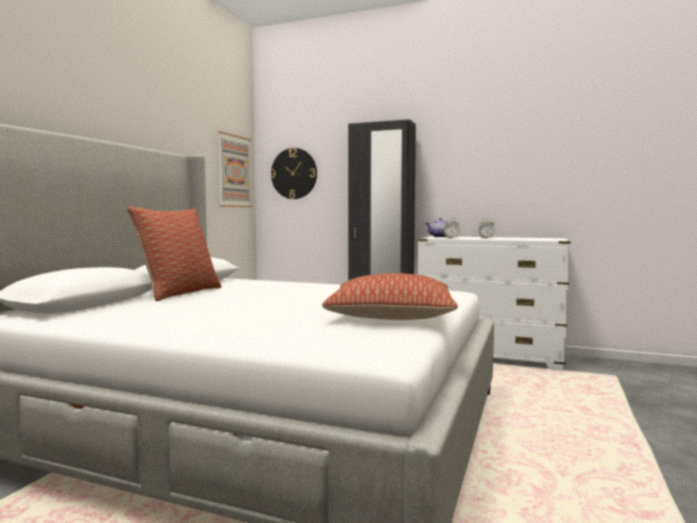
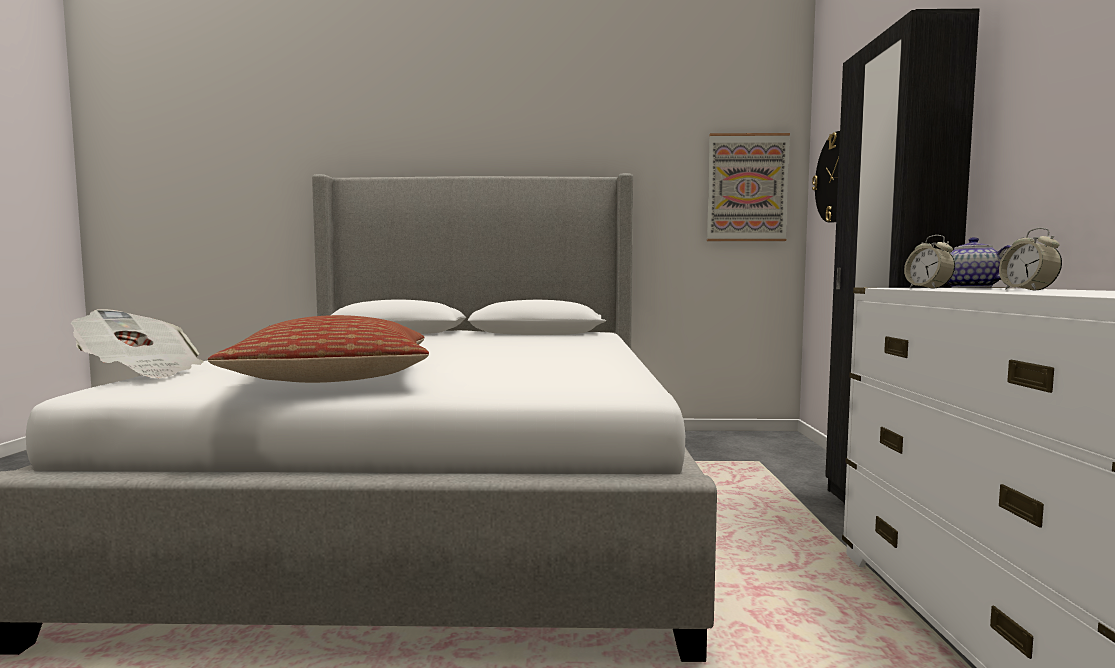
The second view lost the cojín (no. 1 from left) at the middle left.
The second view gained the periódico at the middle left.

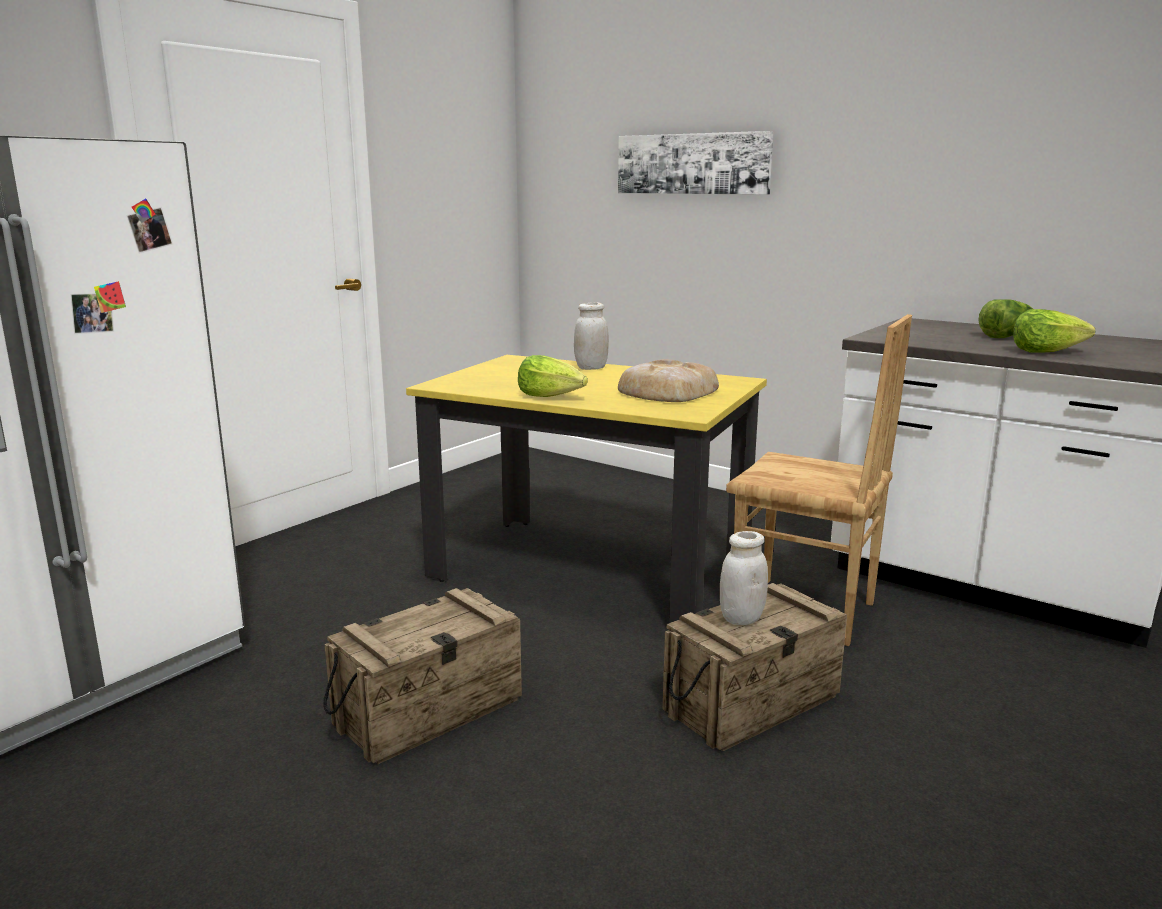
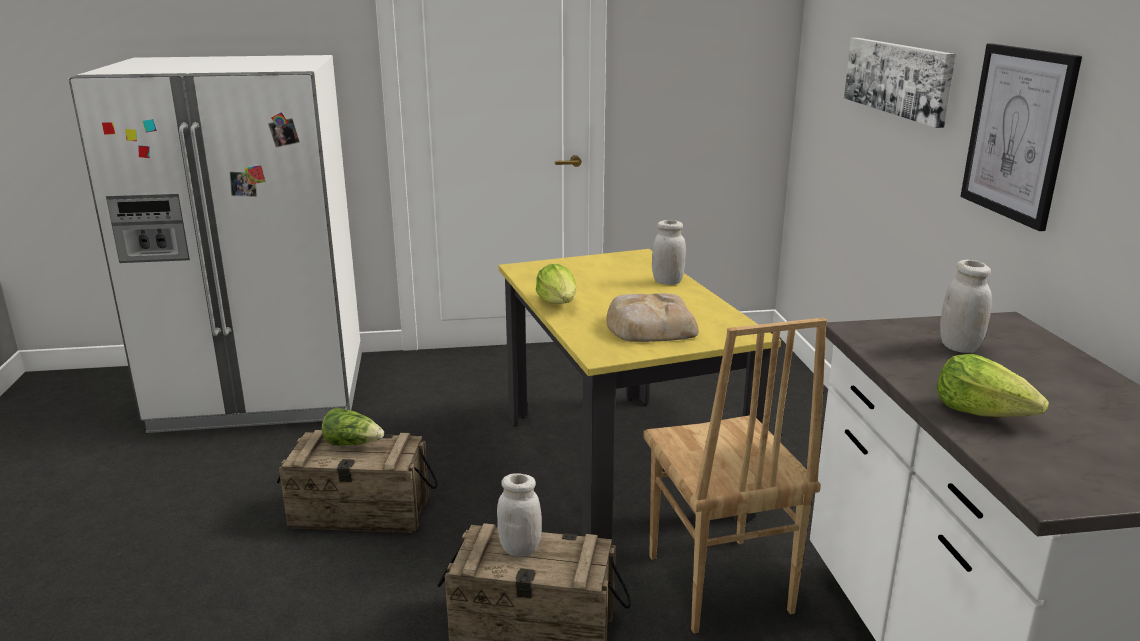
The lechuga (no. 2 from left in the first image) ended up elsewhere, having gone from the middle right to the middle left.
The second view gained the tarro [blanco] (no. 3 from left) at the middle right.
The second view gained the cuadro (no. 2 from left) at the top right.

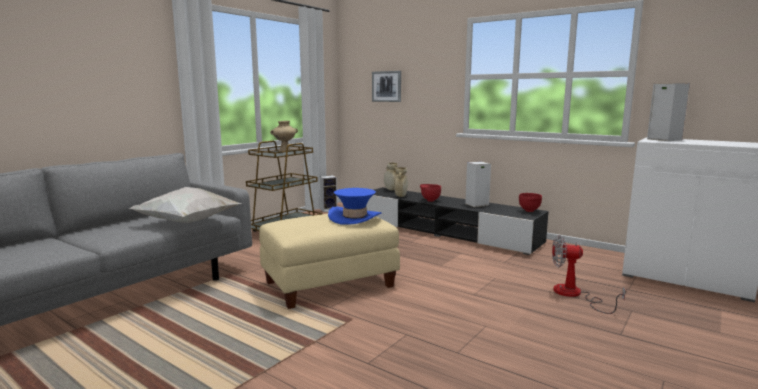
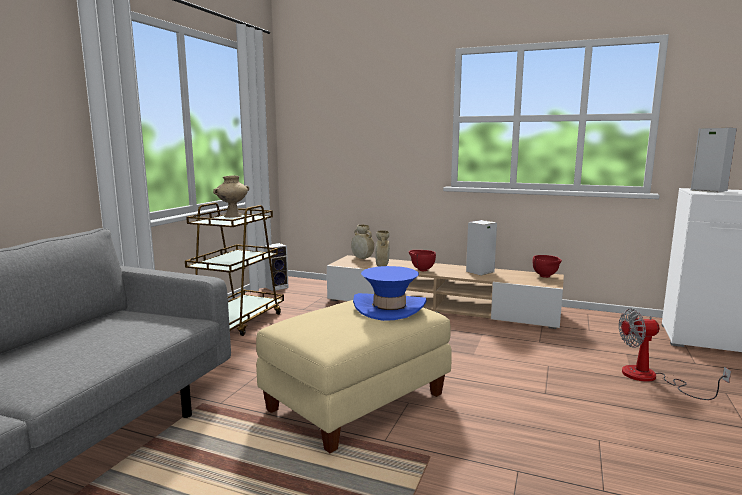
The second view lost the cojín [blanco] at the middle left.
What was the mueble de televisión [negro] at the centre turned into the mueble de televisión [beis] at the centre.
The second view lost the cuadro at the top centre.

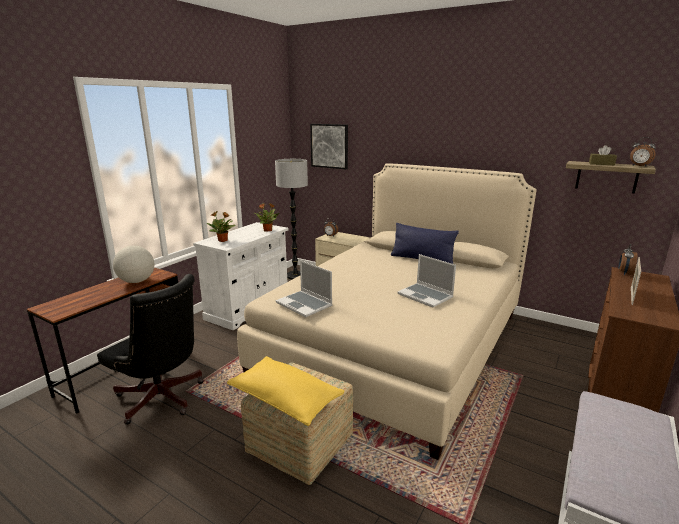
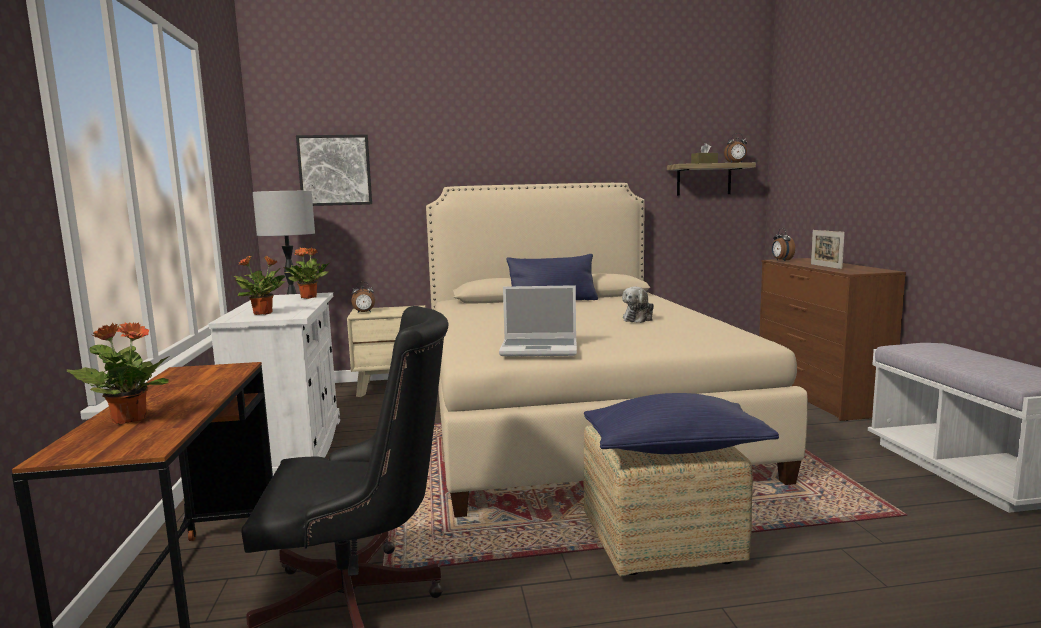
The second view lost the globo terráqueo at the middle left.
What was the cojín [amarillo] at the bottom centre turned into the cojín [azul] (no. 2 from left) at the bottom centre.
Where the portátil (no. 2 from left) stood at the centre, the peluche came to stand at the centre.
The second view gained the planta en maceta (no. 1 from left) at the middle left.

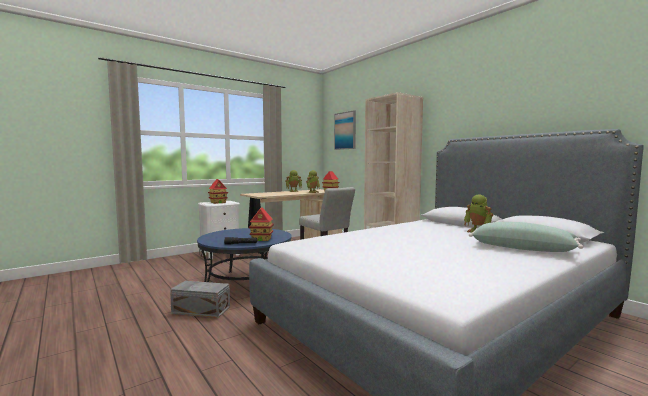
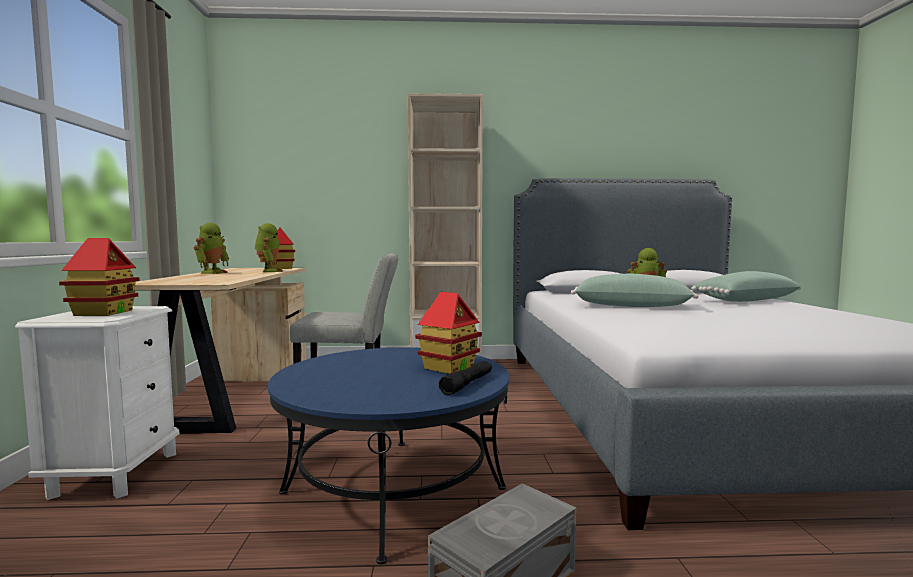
The second view lost the cuadro at the top centre.
The second view gained the cojín [verde] (no. 1 from left) at the middle right.

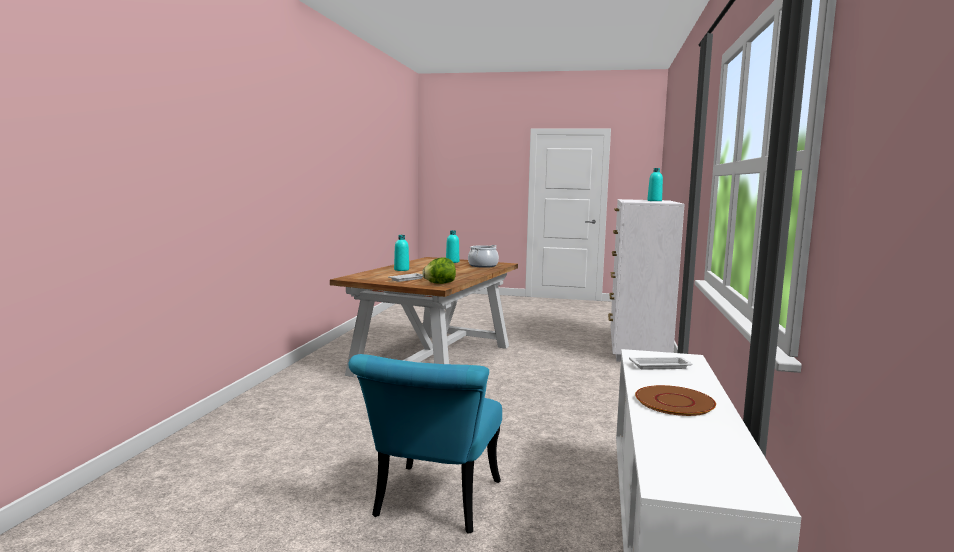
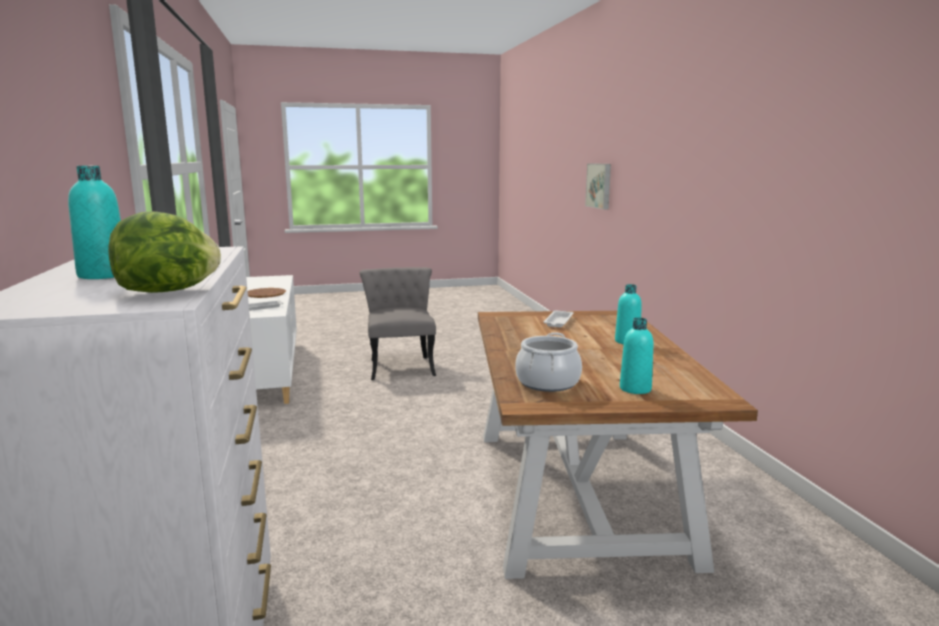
What was the silla [turquesa] at the bottom centre turned into the silla [gris] at the centre.
The lechuga ended up elsewhere, having gone from the centre to the middle left.
The second view gained the cuadro at the top centre.

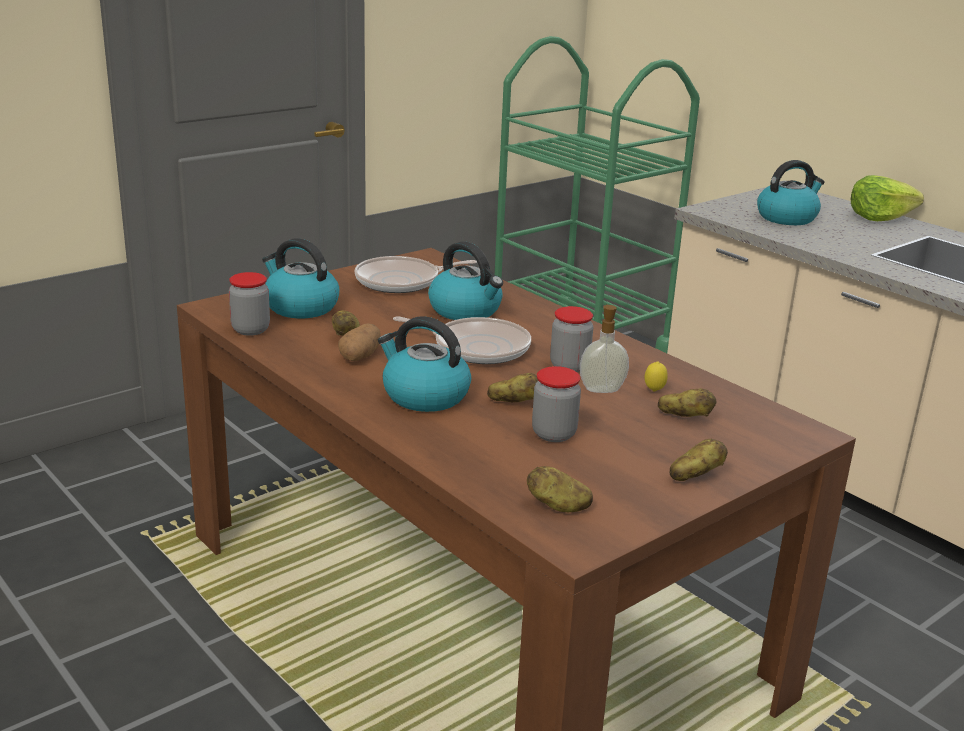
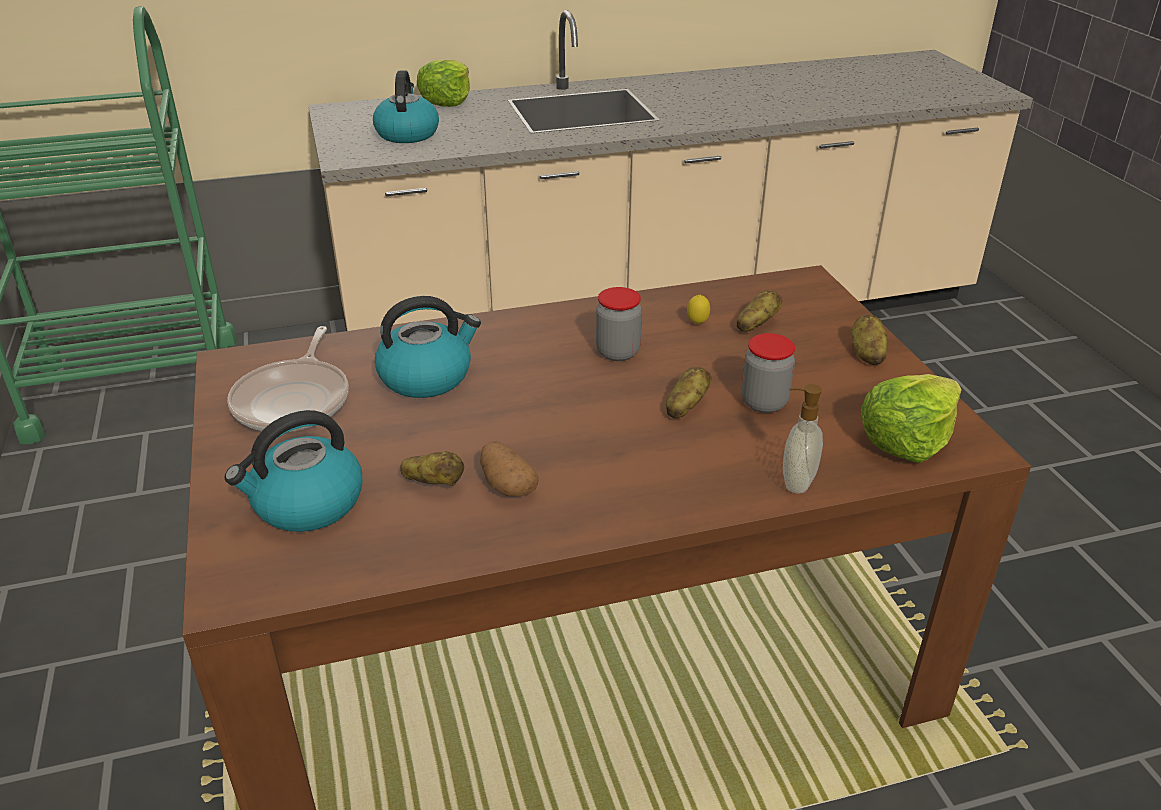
The second view lost the tarro (no. 1 from left) at the middle left.
The second view lost the hervidor (no. 2 from left) at the centre.
The second view lost the sartén (no. 2 from left) at the centre.
Where the patata (no. 4 from left) stood at the bottom centre, the lechuga (no. 2 from left) came to stand at the middle right.
The dispensador de jabón ended up elsewhere, having gone from the centre to the middle right.

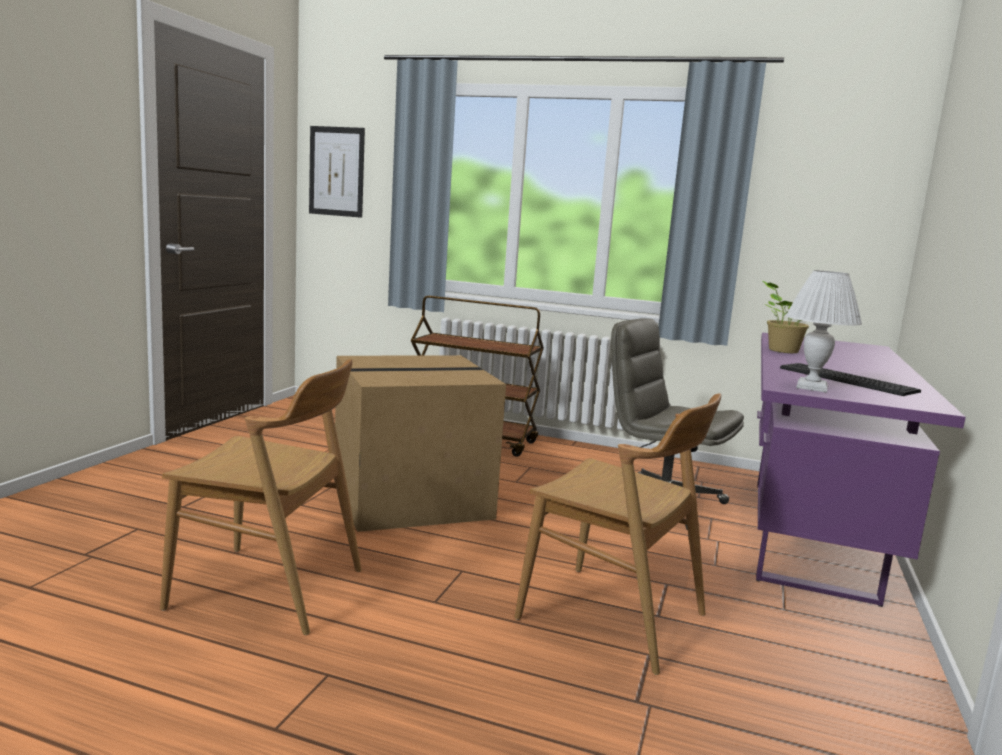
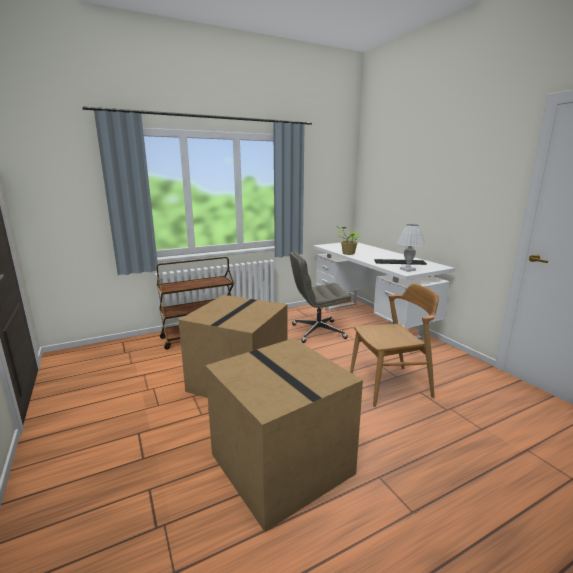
Where the silla [marrón] (no. 1 from left) stood at the middle left, the caja de cartón (no. 2 from left) came to stand at the bottom centre.
The second view lost the cuadro at the top centre.
What was the escritorio [morado] at the middle right turned into the escritorio [blanco] at the middle right.

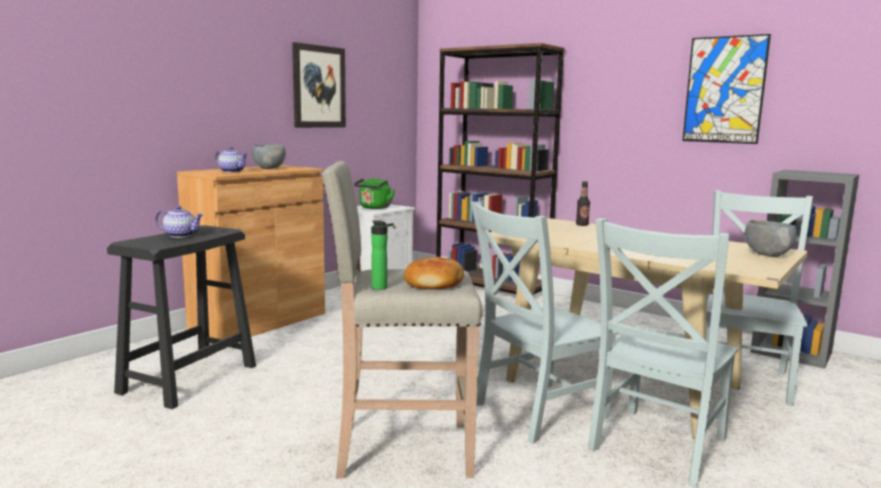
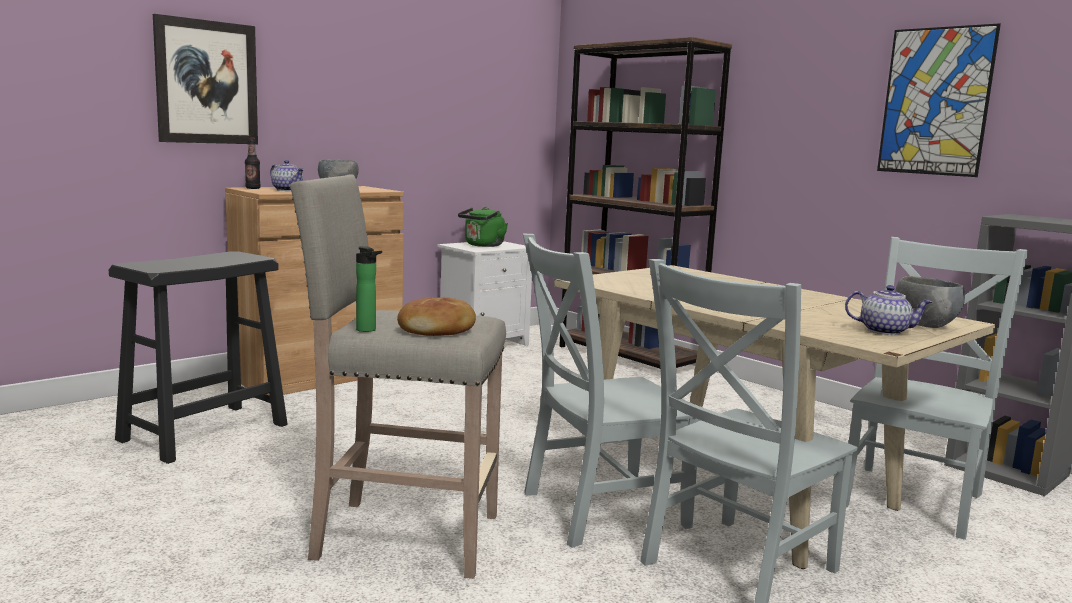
The tetera (no. 1 from left in the first image) ended up elsewhere, having gone from the middle left to the middle right.
The cuadro (no. 1 from left) ended up elsewhere, having gone from the top centre to the top left.
The botella (no. 2 from left in the first image) ended up elsewhere, having gone from the centre to the top left.

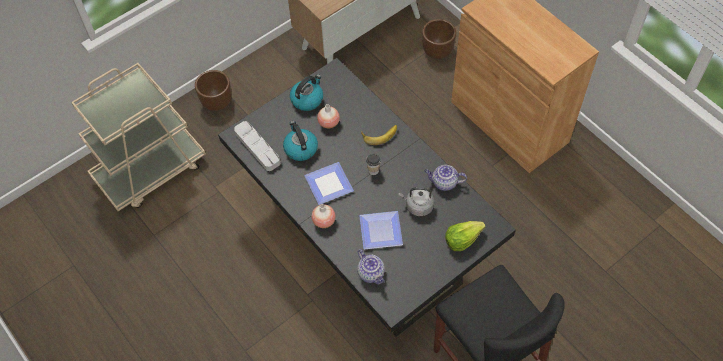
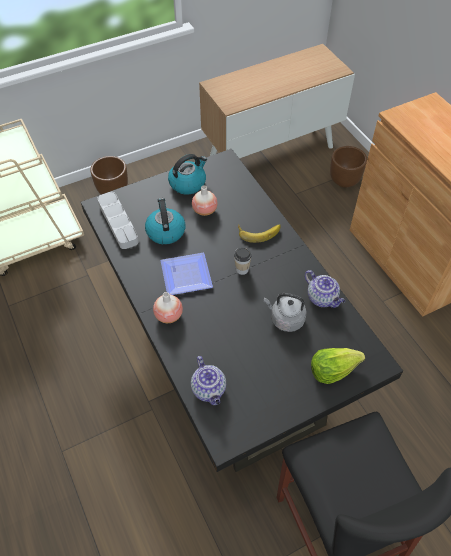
The second view lost the plato (no. 2 from left) at the centre.
The tetera (no. 2 from left) at the centre ended up facing another way, 150 degrees counterclockwise from before.

